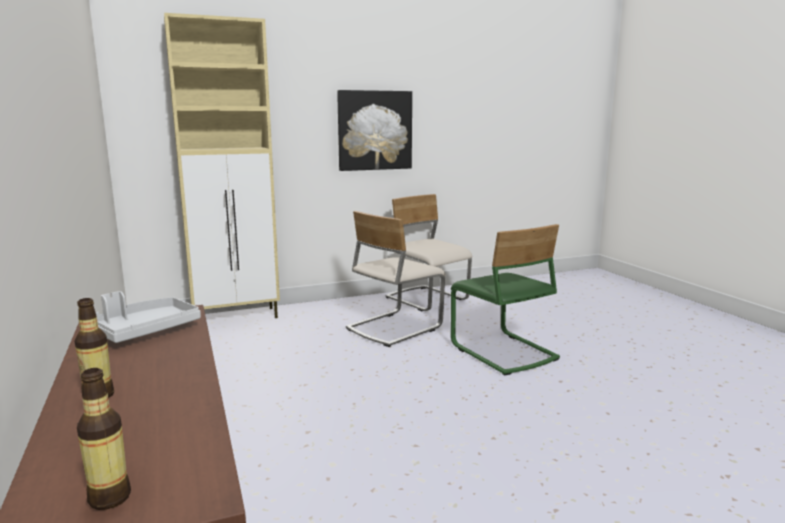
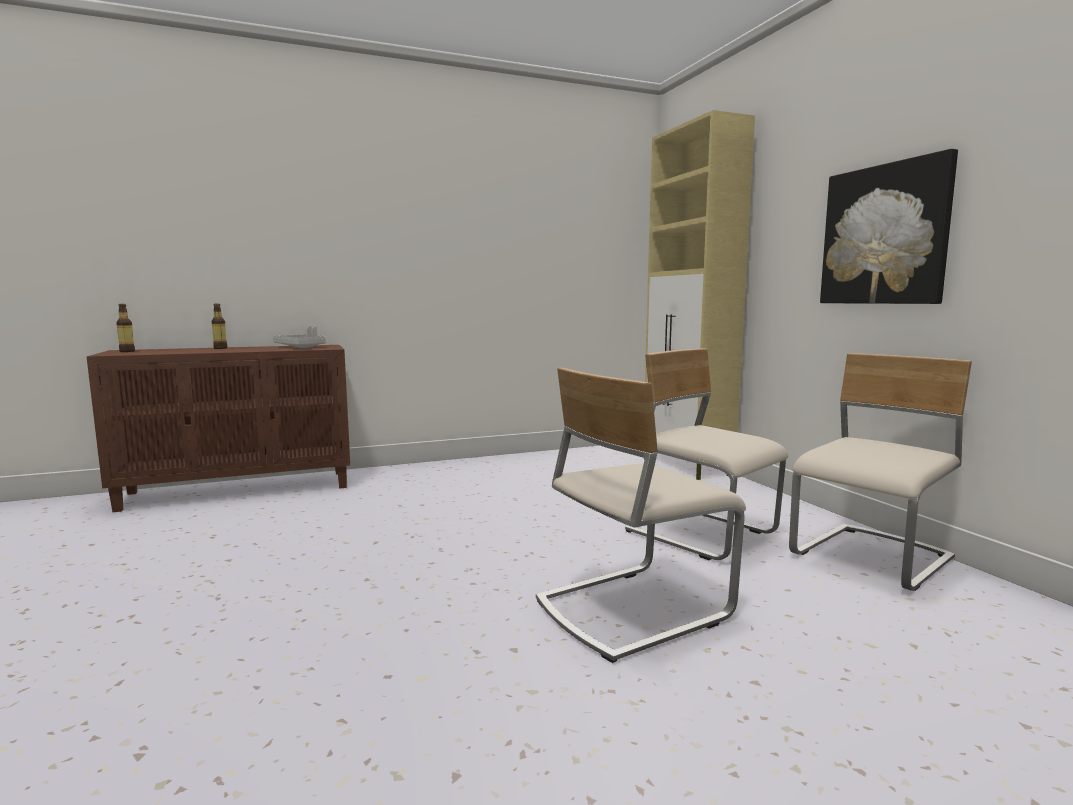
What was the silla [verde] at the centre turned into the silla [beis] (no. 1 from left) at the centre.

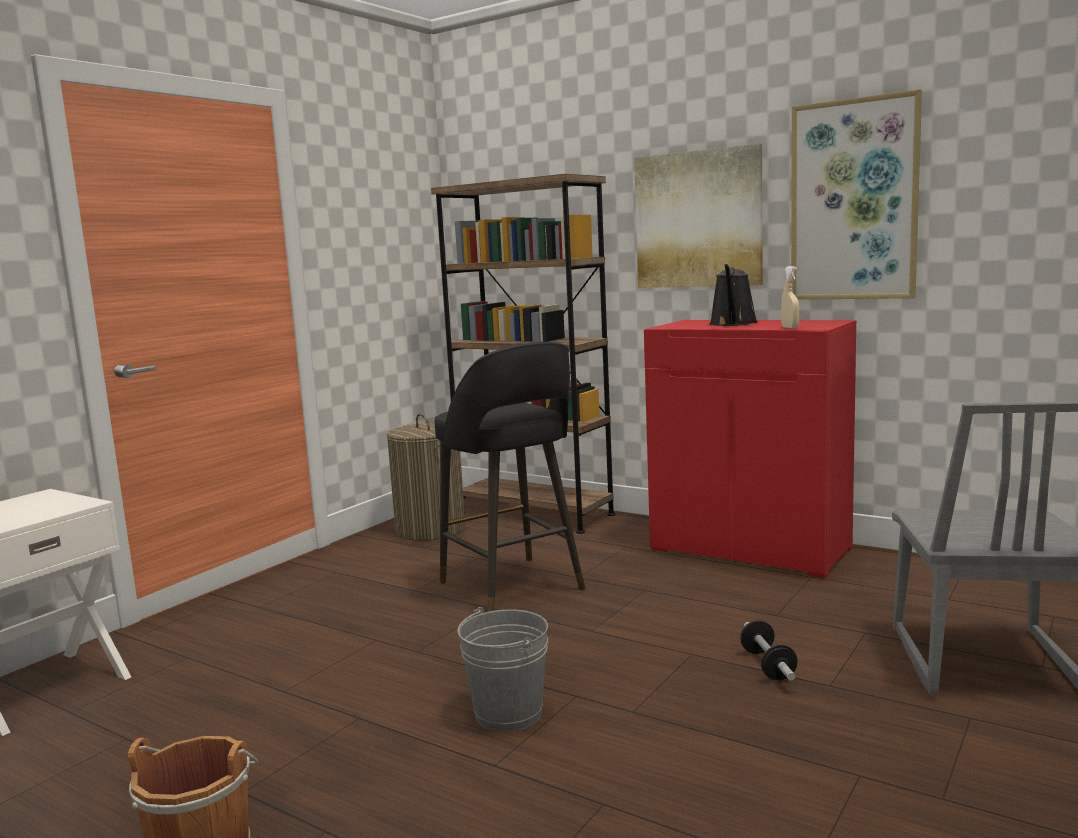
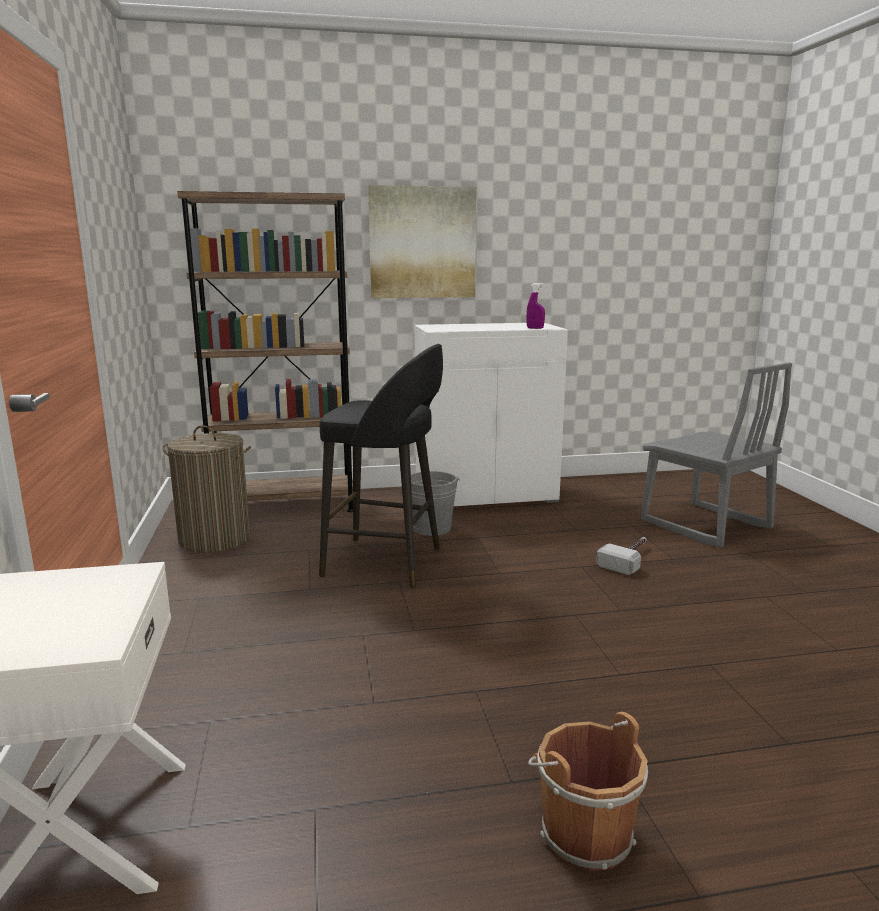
The cubo [gris] ended up elsewhere, having gone from the bottom centre to the centre.
What was the armario [rojo] at the middle right turned into the armario [blanco] at the centre.
The second view lost the regadera [negro] at the middle right.
Where the mancuerna stood at the bottom right, the martillo came to stand at the middle right.
What was the pulverizador [beis] at the middle right turned into the pulverizador [morado] at the centre.
The second view lost the cuadro (no. 2 from left) at the top right.

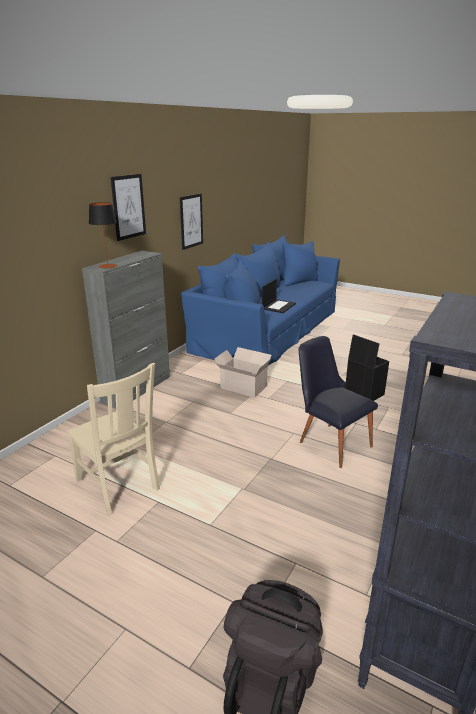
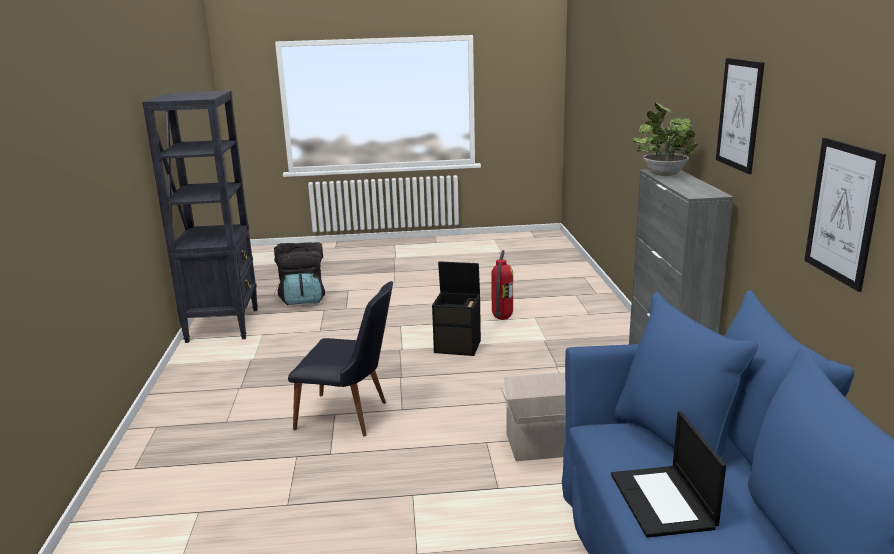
Where the silla [beis] stood at the middle left, the extintor came to stand at the centre.
Where the lámpara de mesa stood at the top left, the planta en maceta came to stand at the top right.
The caja de almacenaje [negro] ended up elsewhere, having gone from the middle right to the centre.

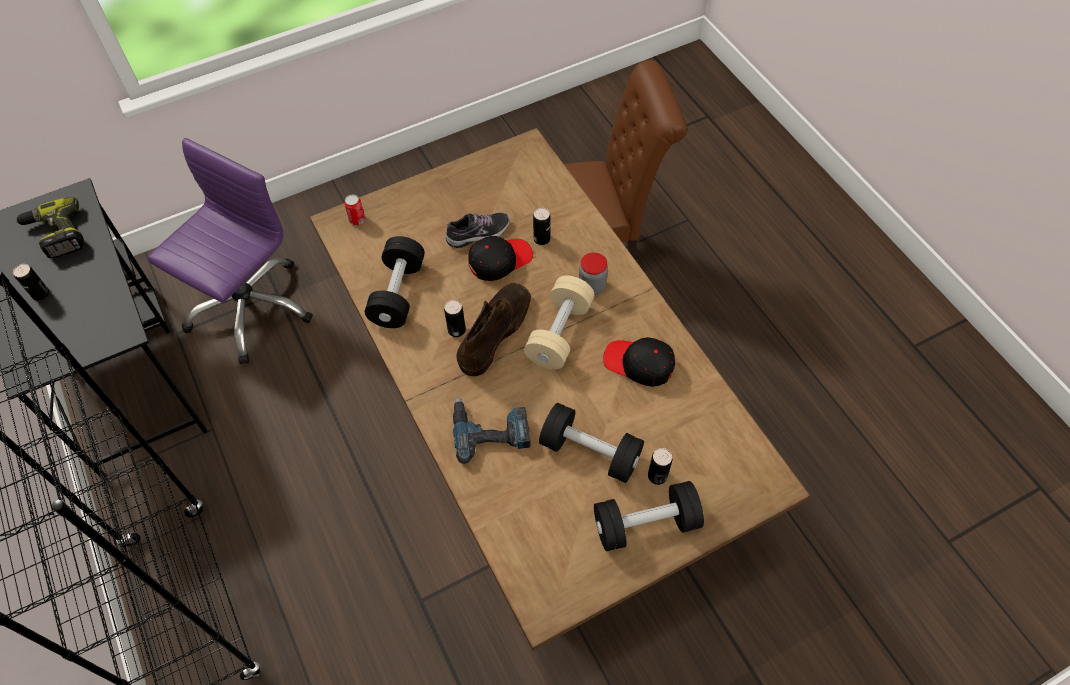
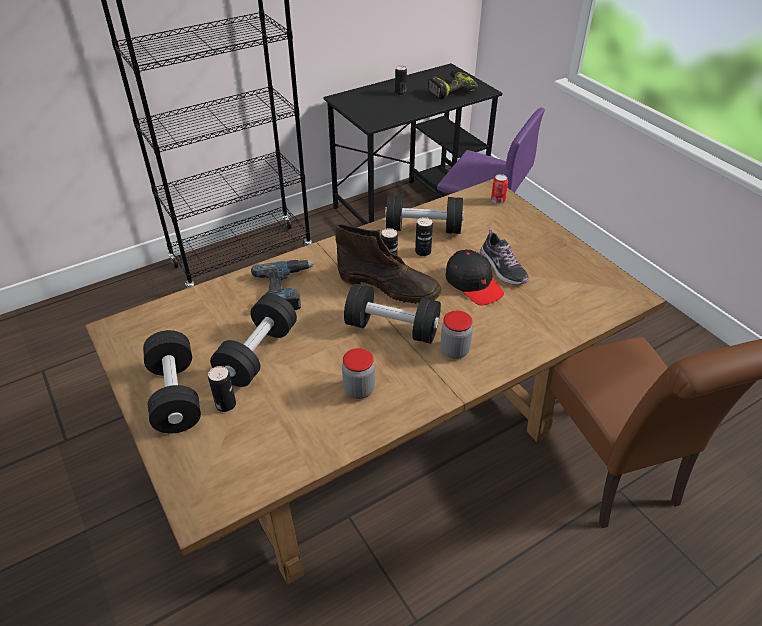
What was the mancuerna [beis] at the centre turned into the mancuerna [negro] (no. 3 from left) at the centre.
The lata (no. 4 from left) ended up elsewhere, having gone from the top centre to the centre.
Where the gorra [negro] (no. 2 from left) stood at the centre, the tarro (no. 1 from left) came to stand at the centre.

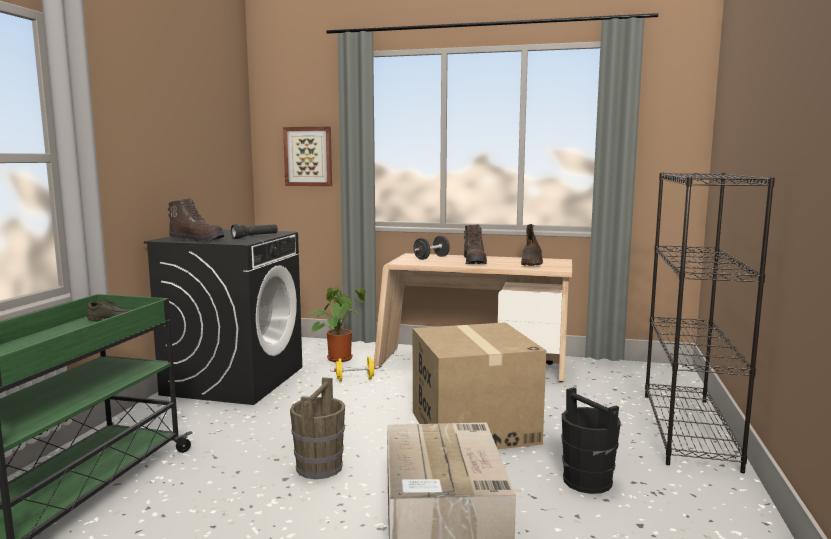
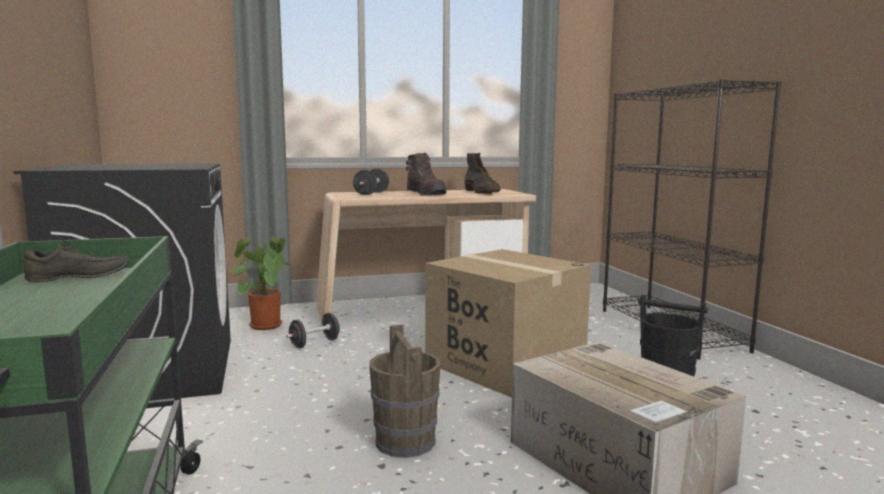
The second view lost the bota [marrón] (no. 1 from left) at the middle left.
The second view lost the linterna [negro] at the middle left.
The second view lost the cuadro at the top centre.
What was the mancuerna [amarillo] at the bottom centre turned into the mancuerna [negro] (no. 1 from left) at the bottom centre.

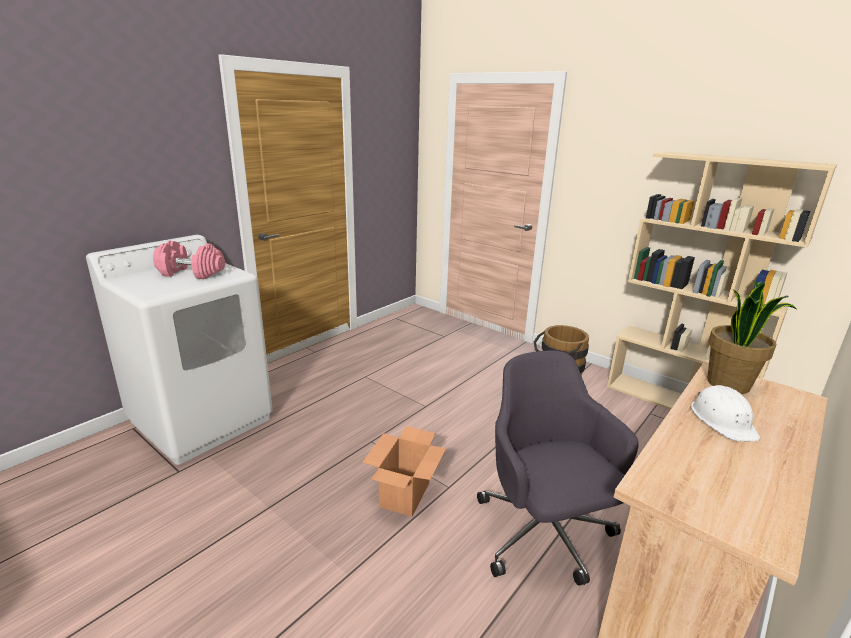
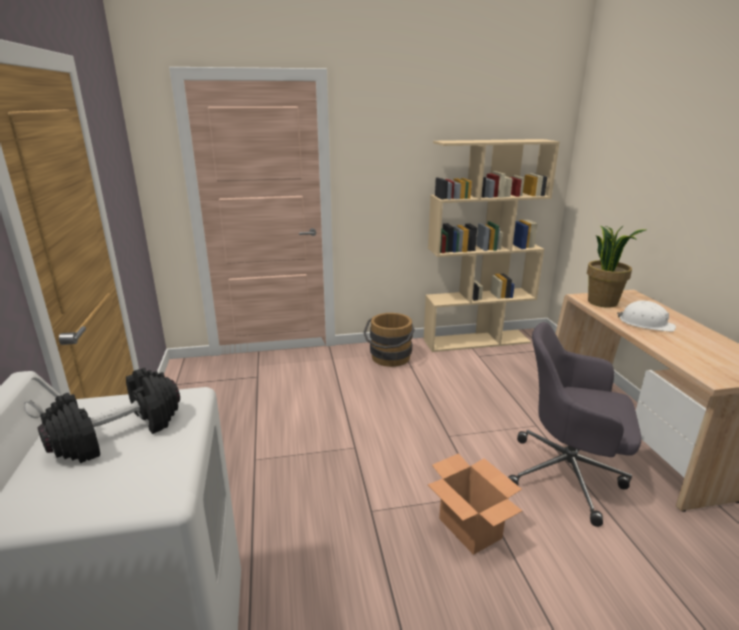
What was the mancuerna [rosa] at the middle left turned into the mancuerna [negro] at the middle left.

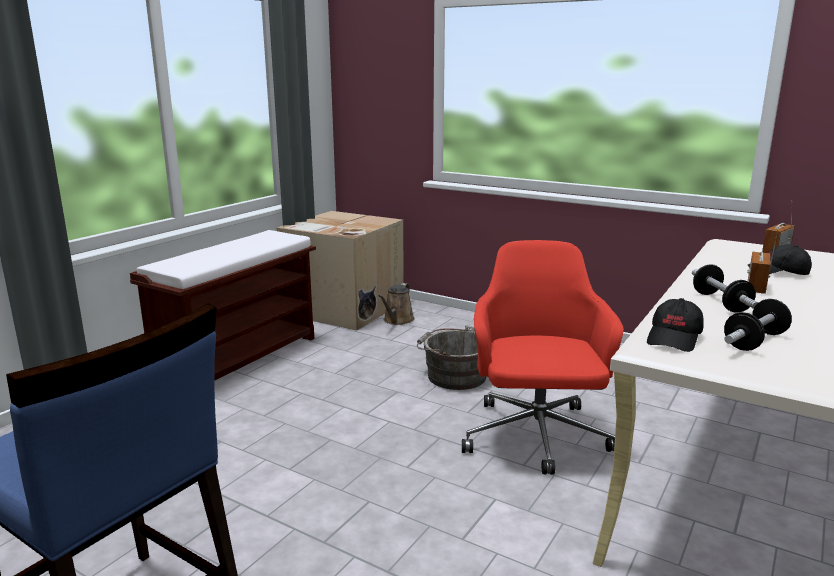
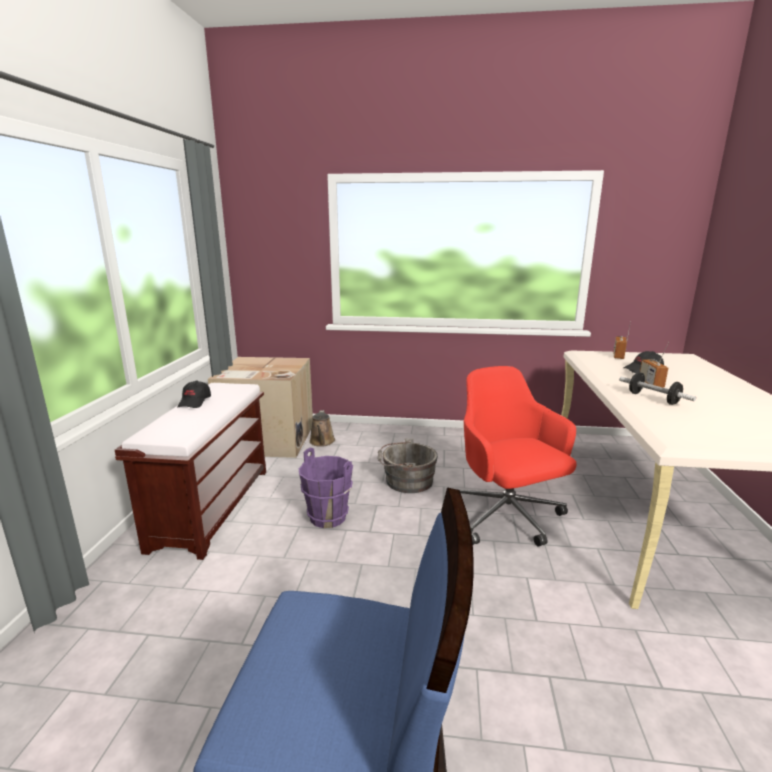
The gorra [negro] (no. 1 from left) ended up elsewhere, having gone from the middle right to the middle left.
The second view lost the mancuerna (no. 2 from left) at the middle right.
The second view gained the cubo [morado] at the centre.

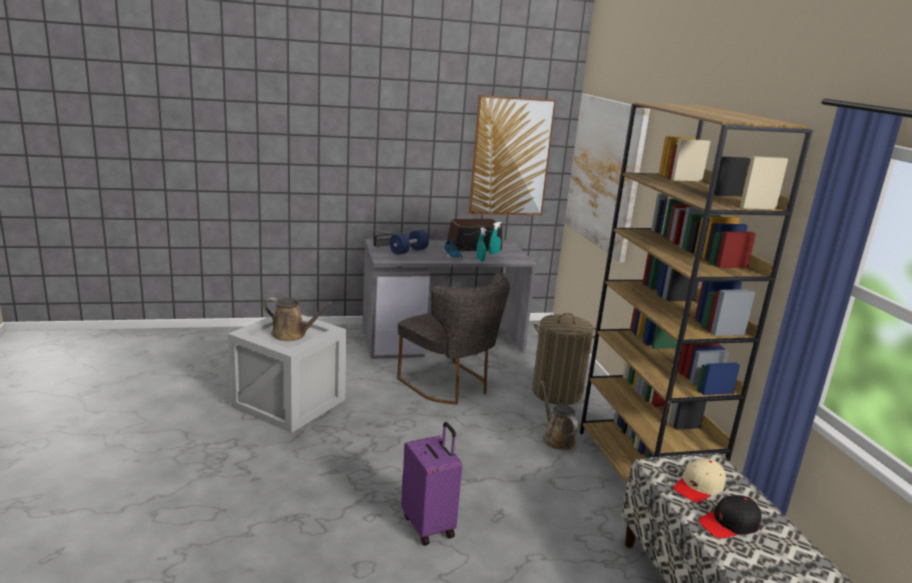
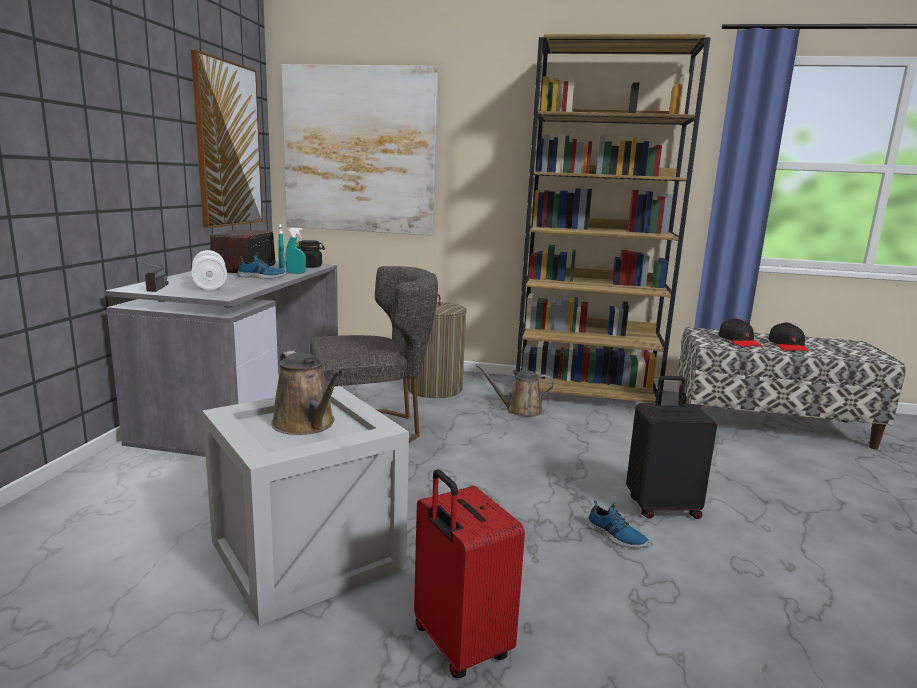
The regadera [marrón] (no. 1 from left) at the middle left ended up facing another way, 105 degrees clockwise from before.
What was the mancuerna [azul] at the centre turned into the mancuerna [blanco] at the middle left.
What was the maleta [morado] at the bottom centre turned into the maleta [negro] at the middle right.
What was the gorra [beis] at the bottom right turned into the gorra [negro] (no. 1 from left) at the middle right.
The second view gained the tarro [negro] at the centre.
The second view gained the maleta [rojo] at the bottom centre.
The second view gained the zapato (no. 2 from left) at the bottom right.

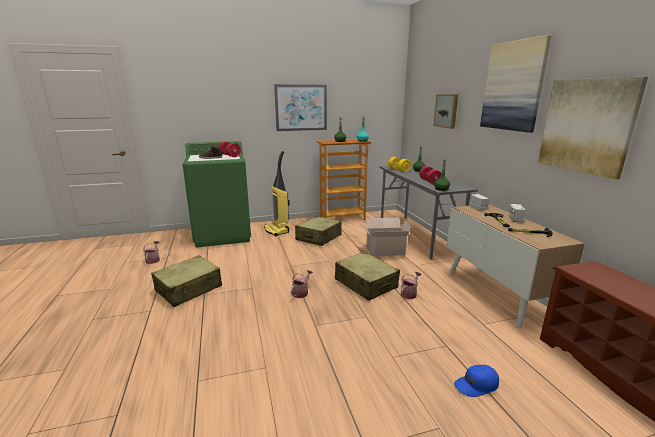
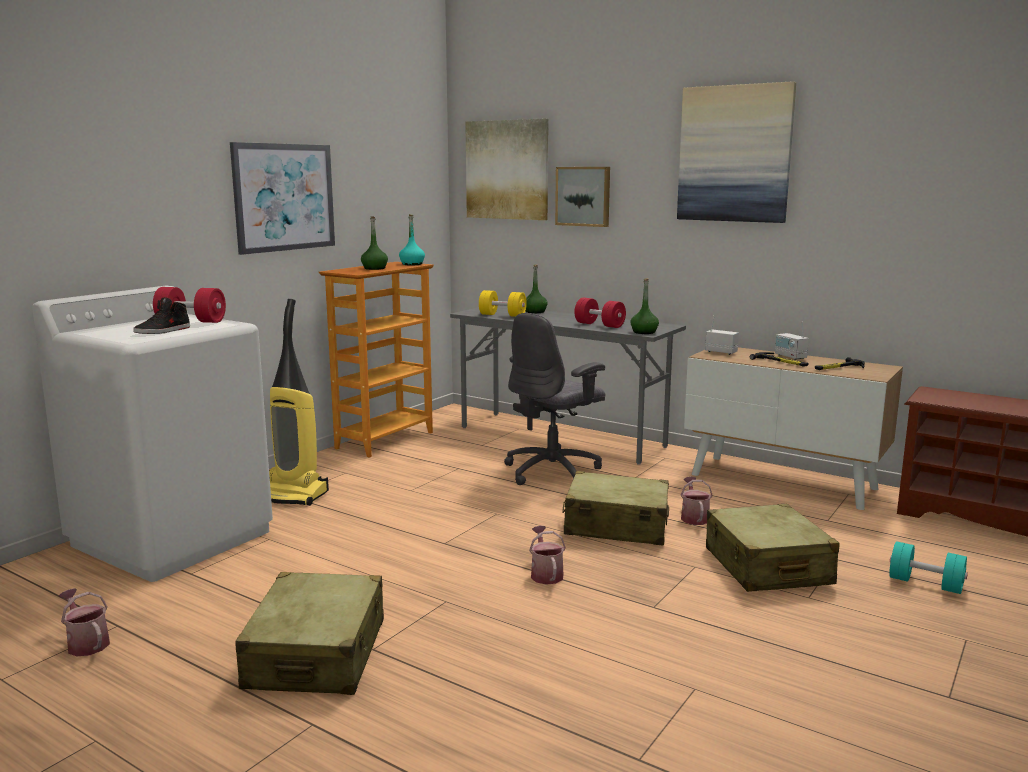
What was the lavadora [verde] at the middle left turned into the lavadora [blanco] at the middle left.
The maleta [beis] (no. 2 from left in the first image) ended up elsewhere, having gone from the centre to the bottom right.
Where the caja de cartón stood at the centre, the silla de oficina [gris] came to stand at the centre.
Where the gorra [azul] stood at the bottom right, the mancuerna [turquesa] came to stand at the bottom right.
The cuadro (no. 4 from left in the first image) ended up elsewhere, having gone from the top right to the top centre.

